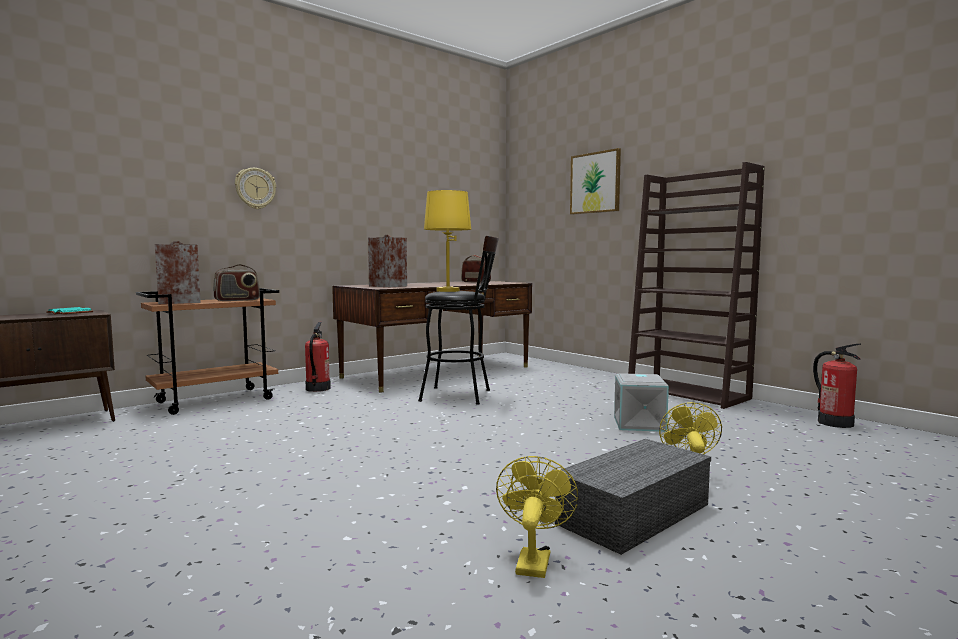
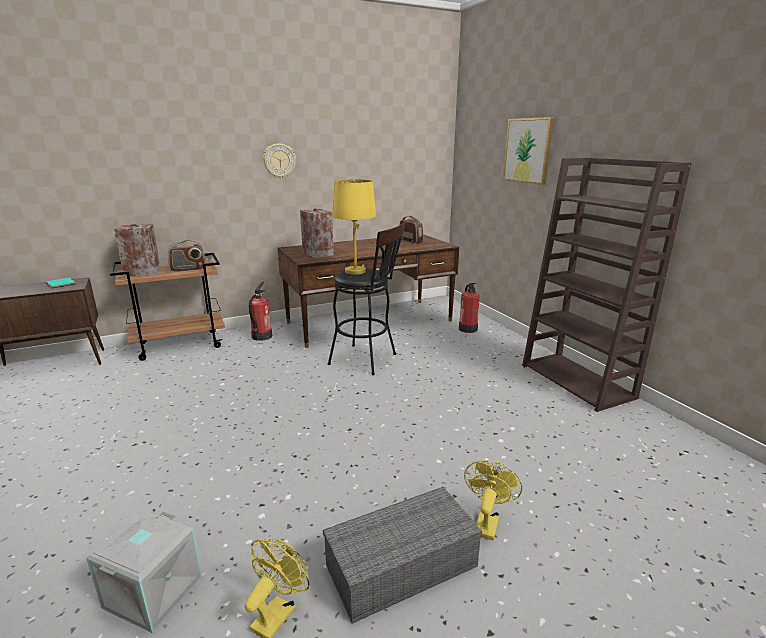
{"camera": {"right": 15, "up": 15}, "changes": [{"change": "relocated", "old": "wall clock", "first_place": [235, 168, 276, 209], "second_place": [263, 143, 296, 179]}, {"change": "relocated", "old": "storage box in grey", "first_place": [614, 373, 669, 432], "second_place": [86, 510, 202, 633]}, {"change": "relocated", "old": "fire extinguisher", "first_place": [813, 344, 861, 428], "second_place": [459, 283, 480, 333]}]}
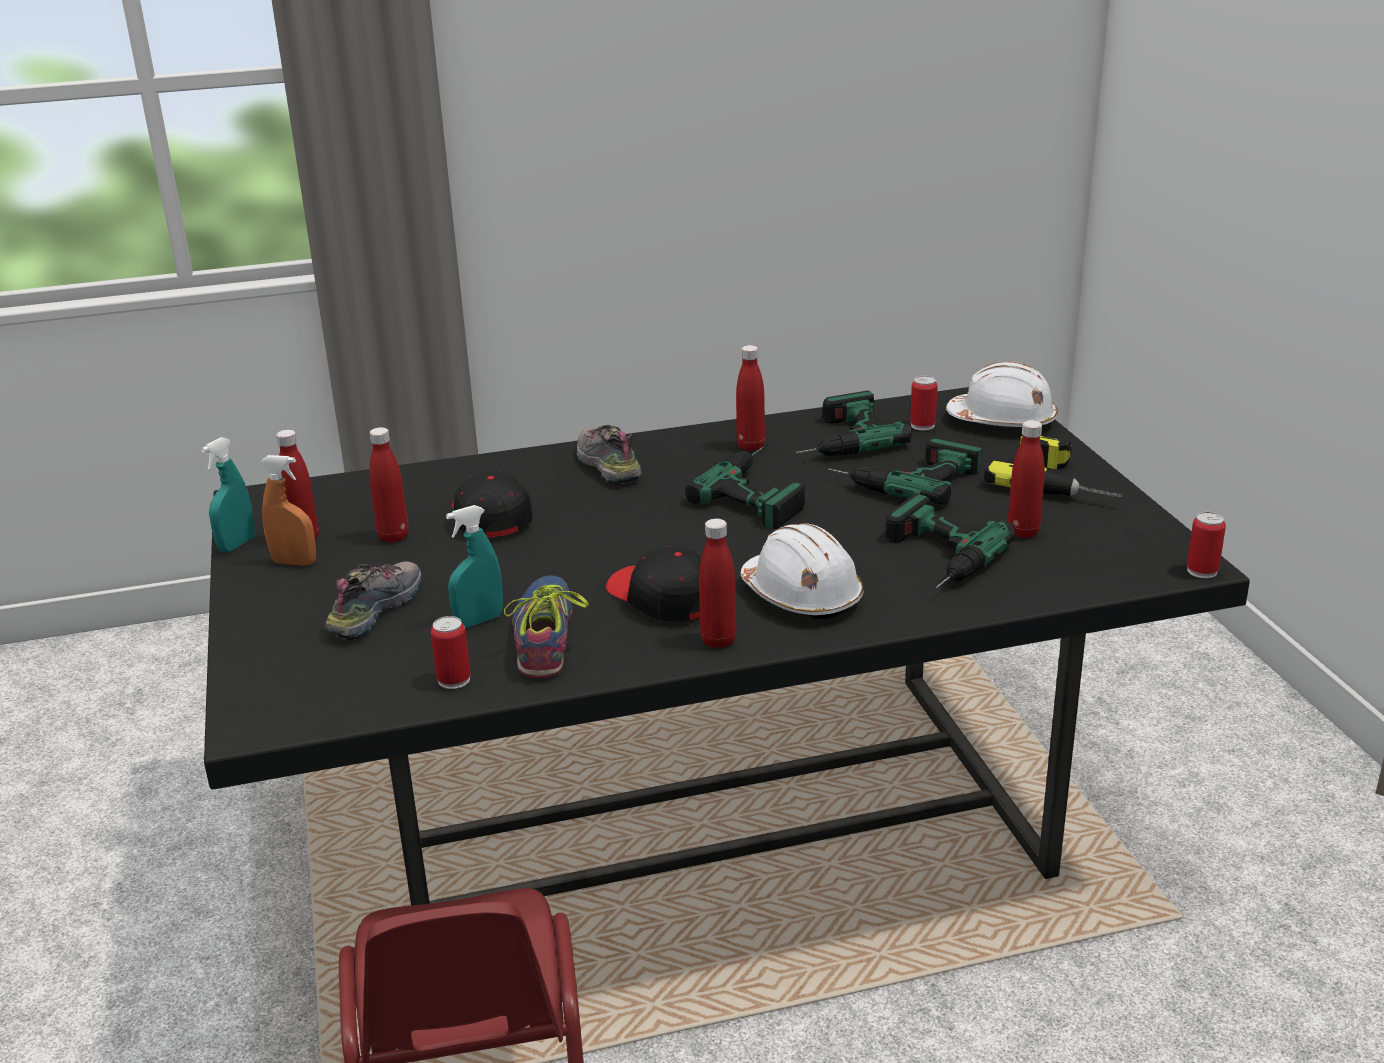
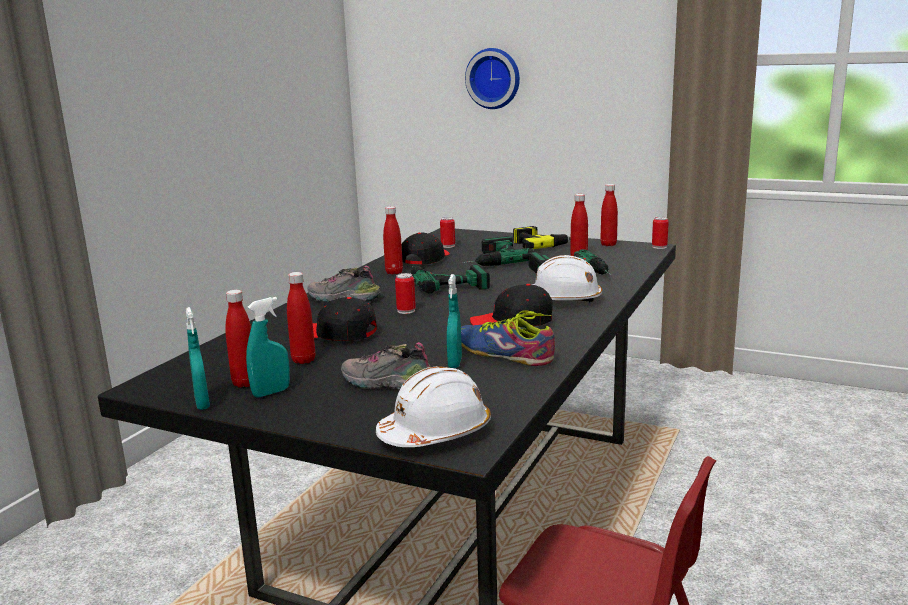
{"camera": {"right": -50, "up": -10}, "changes": [{"change": "appeared", "new": "wall clock", "second_place": [465, 48, 520, 109]}, {"change": "relocated", "old": "can", "first_place": [431, 616, 471, 689], "second_place": [395, 273, 416, 314]}, {"change": "relocated", "old": "bottle in red", "first_place": [699, 519, 736, 648], "second_place": [600, 184, 618, 246]}, {"change": "relocated", "old": "hard hat in white", "first_place": [946, 361, 1058, 428], "second_place": [376, 366, 491, 447]}, {"change": "exchanged", "old": "power drill", "new": "cap in black", "first_place": [796, 390, 912, 456], "second_place": [401, 233, 450, 264]}, {"change": "colour", "old": "spray bottle in orange", "new": "spray bottle in turquoise", "first_place": [260, 455, 316, 566], "second_place": [246, 297, 290, 398]}, {"change": "spun", "old": "shoe", "first_place": [325, 561, 421, 641], "second_place": [341, 342, 431, 390], "degrees": -45}]}
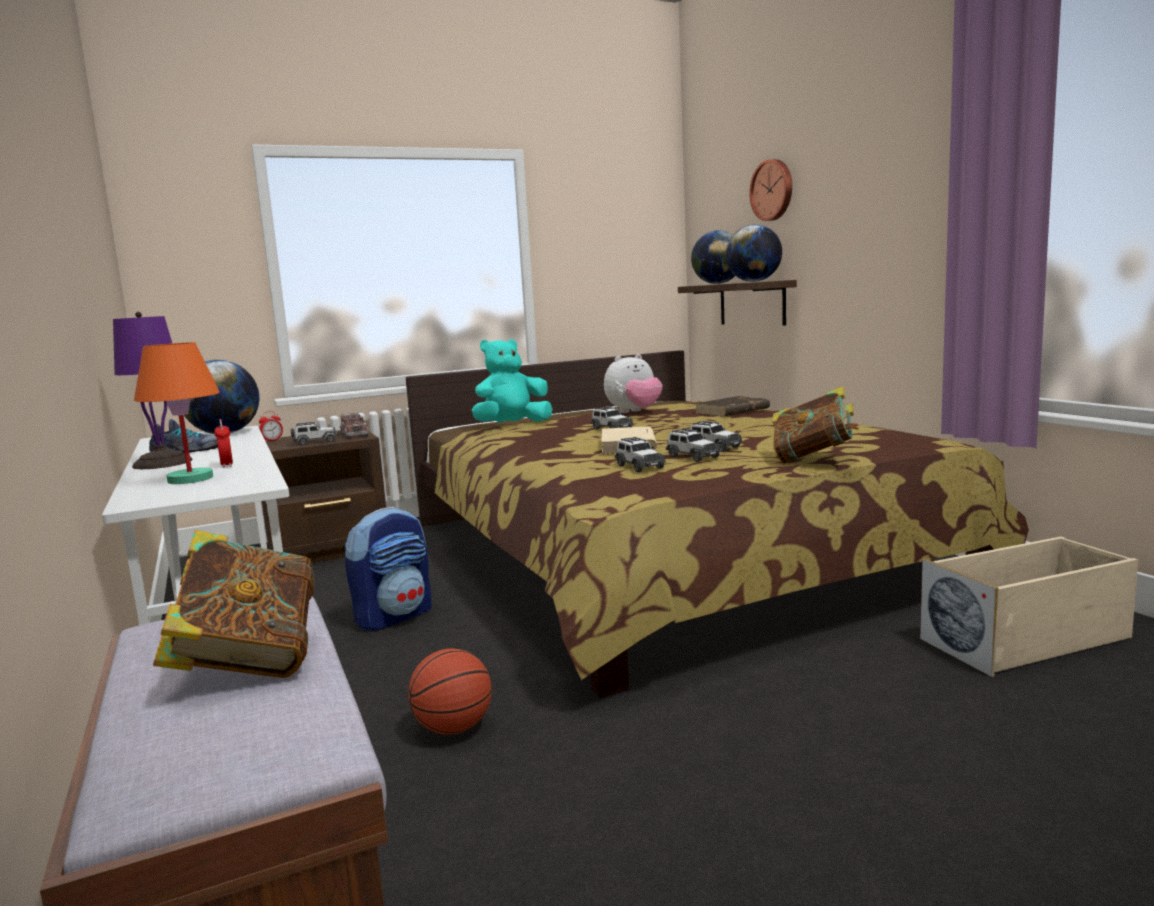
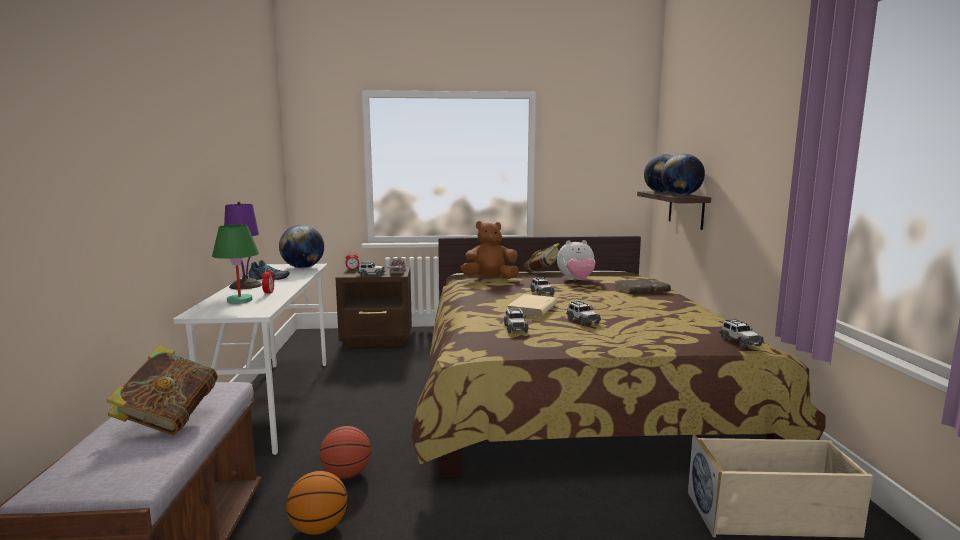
{"camera": {"right": 20, "up": 0}, "changes": [{"change": "missing", "old": "backpack", "first_place": [345, 507, 432, 631]}, {"change": "missing", "old": "wall clock", "first_place": [749, 159, 792, 221]}, {"change": "appeared", "new": "basketball", "second_place": [286, 471, 348, 535]}, {"change": "relocated", "old": "toy car", "first_place": [666, 428, 722, 462], "second_place": [719, 319, 764, 348]}, {"change": "relocated", "old": "book", "first_place": [772, 386, 859, 464], "second_place": [524, 243, 560, 273]}, {"change": "colour", "old": "table lamp in orange", "new": "table lamp in green", "first_place": [134, 342, 220, 484], "second_place": [212, 225, 259, 304]}, {"change": "colour", "old": "plush toy in turquoise", "new": "plush toy in brown", "first_place": [472, 339, 552, 423], "second_place": [461, 221, 519, 279]}]}
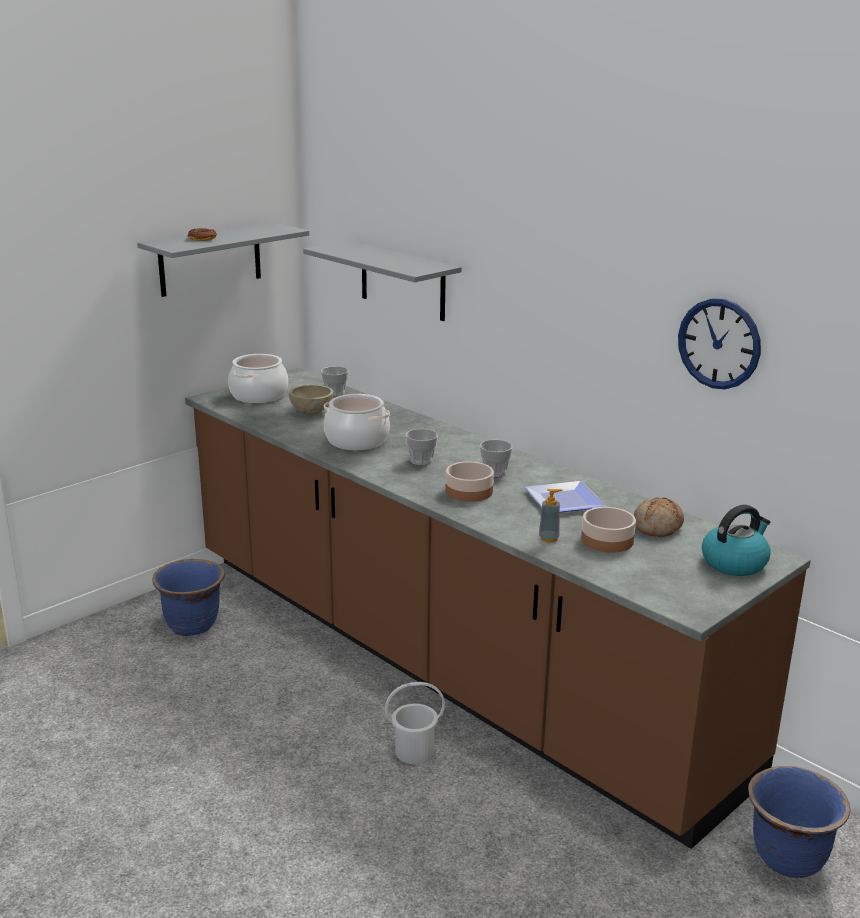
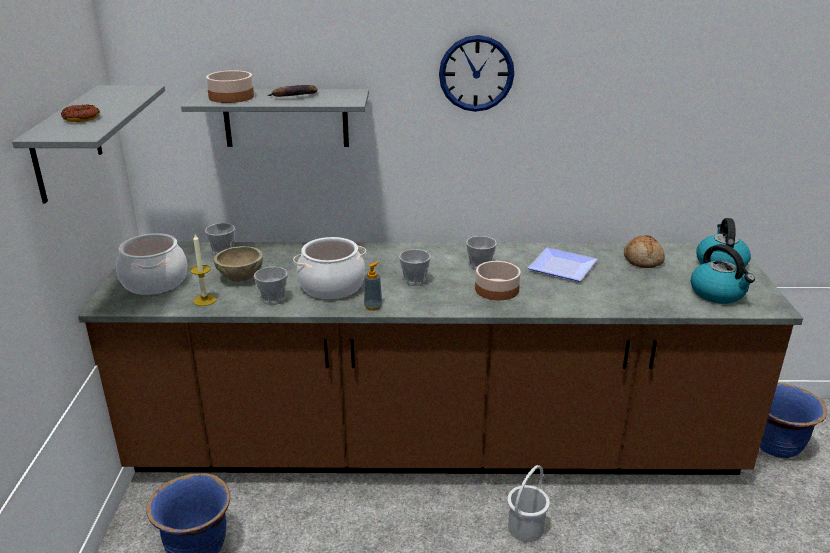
{"camera": {"right": -45, "up": 5}, "changes": [{"change": "appeared", "new": "candle", "second_place": [190, 234, 217, 306]}, {"change": "appeared", "new": "cup", "second_place": [254, 267, 287, 305]}, {"change": "appeared", "new": "banana", "second_place": [268, 85, 318, 97]}, {"change": "appeared", "new": "kettle", "second_place": [691, 244, 755, 304]}, {"change": "relocated", "old": "soap dispenser", "first_place": [539, 489, 563, 542], "second_place": [364, 261, 382, 311]}, {"change": "relocated", "old": "bowl", "first_place": [581, 507, 636, 553], "second_place": [206, 70, 254, 103]}, {"change": "relocated", "old": "wall clock", "first_place": [678, 298, 761, 390], "second_place": [439, 35, 514, 112]}]}
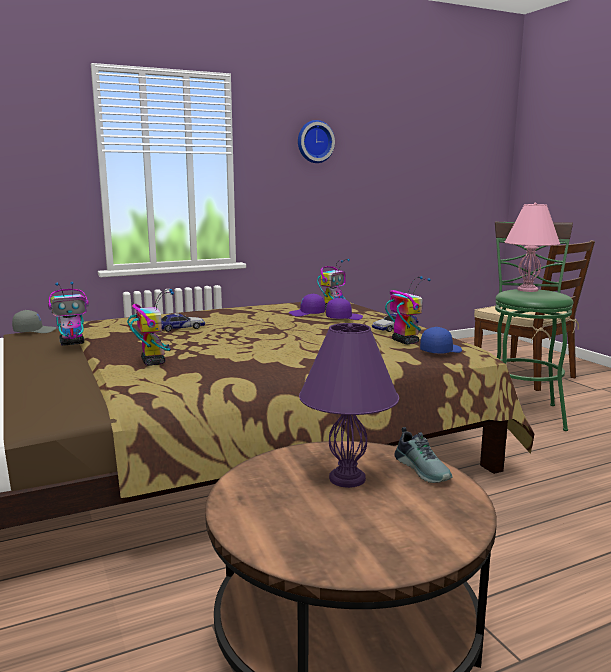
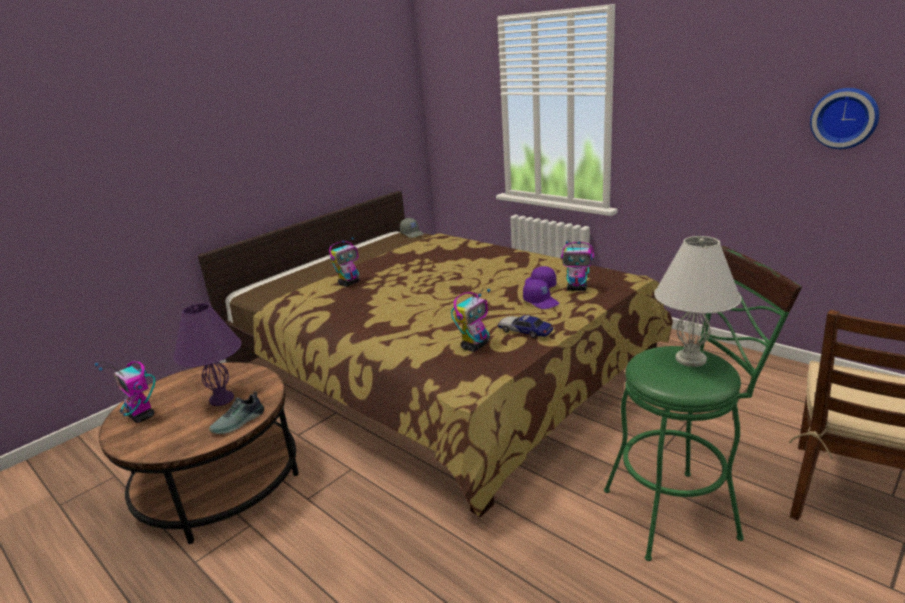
{"camera": {"right": 70, "up": 10}, "changes": [{"change": "missing", "old": "toy car", "first_place": [161, 313, 205, 332]}, {"change": "missing", "old": "cap in blue", "first_place": [420, 327, 462, 353]}, {"change": "relocated", "old": "toy robot", "first_place": [48, 282, 89, 346], "second_place": [95, 361, 155, 423]}, {"change": "relocated", "old": "wall clock", "first_place": [298, 120, 335, 163], "second_place": [810, 88, 879, 149]}, {"change": "colour", "old": "table lamp in pink", "new": "table lamp in white", "first_place": [504, 203, 560, 292], "second_place": [654, 236, 741, 367]}]}
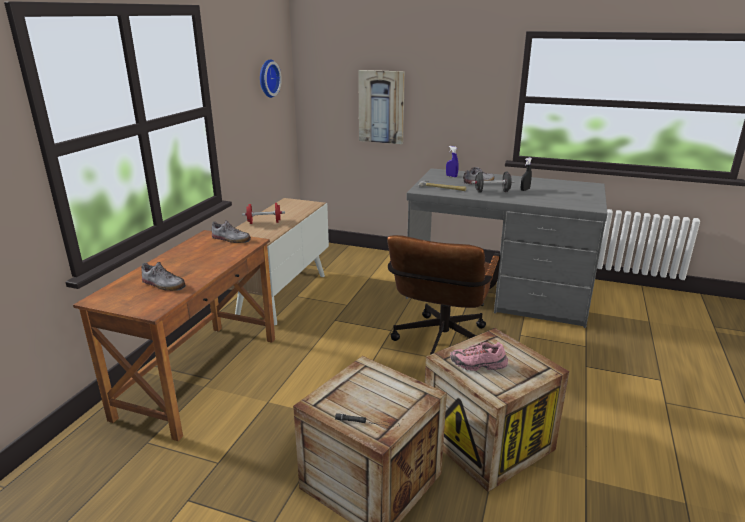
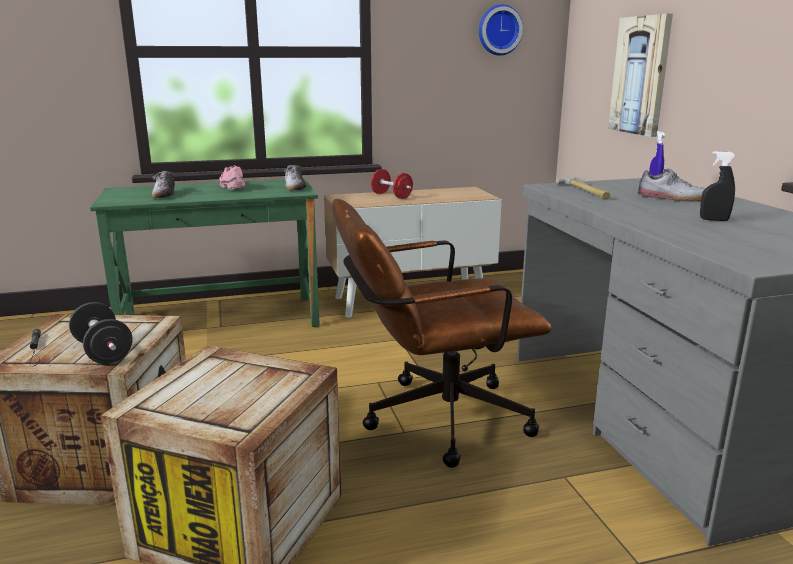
{"camera": {"right": 55, "up": -5}, "changes": [{"change": "relocated", "old": "shoe in pink", "first_place": [450, 342, 508, 371], "second_place": [219, 165, 245, 190]}, {"change": "relocated", "old": "dumbbell in black", "first_place": [471, 172, 515, 192], "second_place": [69, 302, 133, 364]}, {"change": "colour", "old": "desk in brown", "new": "desk in green", "first_place": [73, 230, 275, 441], "second_place": [90, 179, 320, 327]}]}
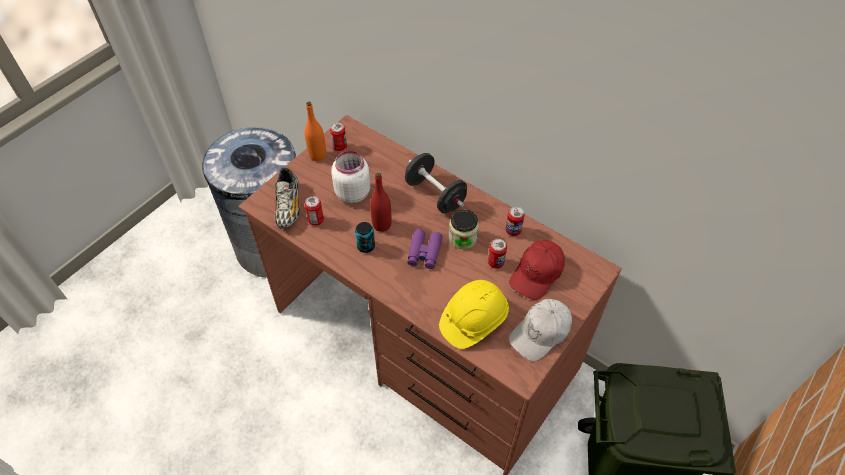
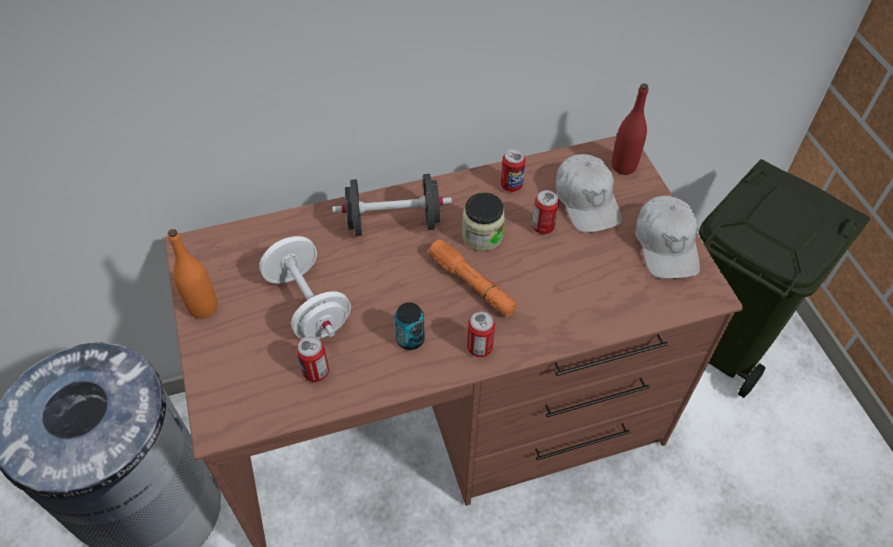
{"camera": {"right": -55, "up": 0}, "changes": [{"change": "missing", "old": "shoe", "first_place": [275, 167, 300, 228]}, {"change": "missing", "old": "hard hat in yellow", "first_place": [439, 280, 509, 349]}, {"change": "relocated", "old": "can", "first_place": [330, 123, 347, 151], "second_place": [467, 311, 495, 357]}, {"change": "relocated", "old": "bottle in red", "first_place": [370, 173, 392, 232], "second_place": [612, 83, 649, 175]}, {"change": "exchanged", "old": "jar in white", "new": "dumbbell in white", "first_place": [331, 151, 370, 203], "second_place": [259, 236, 351, 339]}, {"change": "exchanged", "old": "binoculars in purple", "new": "flashlight in orange", "first_place": [407, 229, 443, 269], "second_place": [429, 239, 517, 317]}, {"change": "colour", "old": "cap in red", "new": "cap in white", "first_place": [509, 241, 565, 300], "second_place": [556, 154, 622, 233]}]}
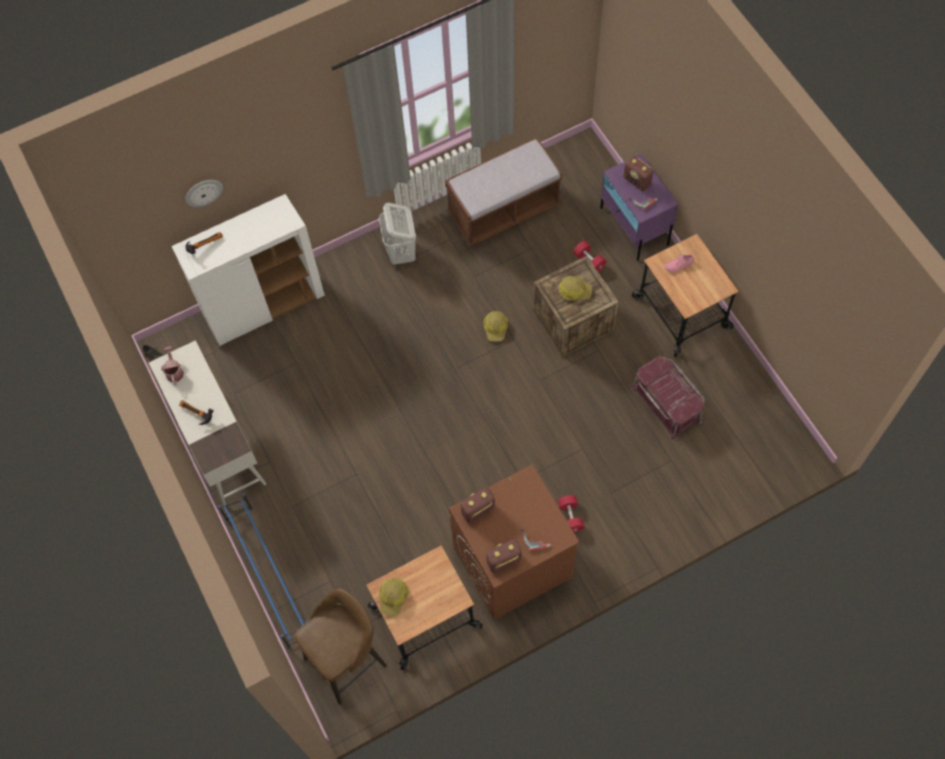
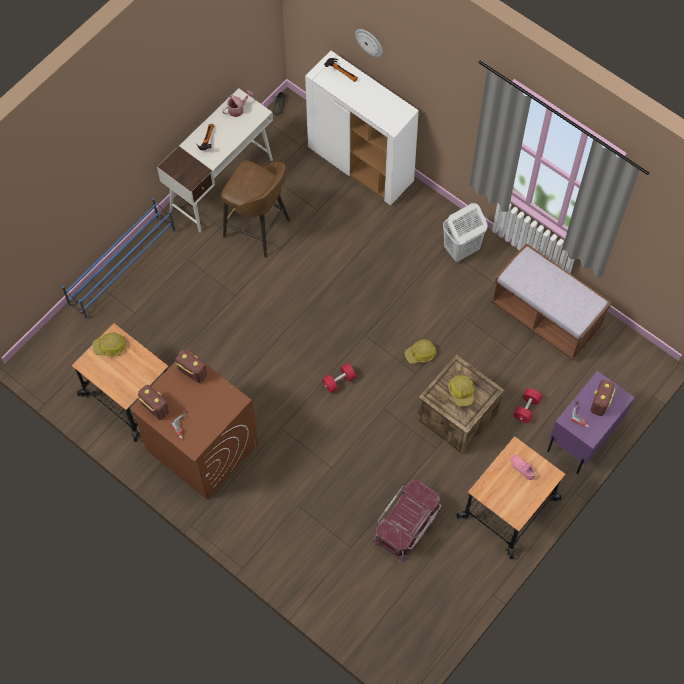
{"camera": {"right": 65, "up": 0}, "changes": [{"change": "relocated", "old": "stool in brown", "first_place": [295, 588, 387, 705], "second_place": [221, 160, 291, 258]}, {"change": "relocated", "old": "dumbbell in red", "first_place": [558, 495, 584, 532], "second_place": [322, 363, 356, 393]}]}
